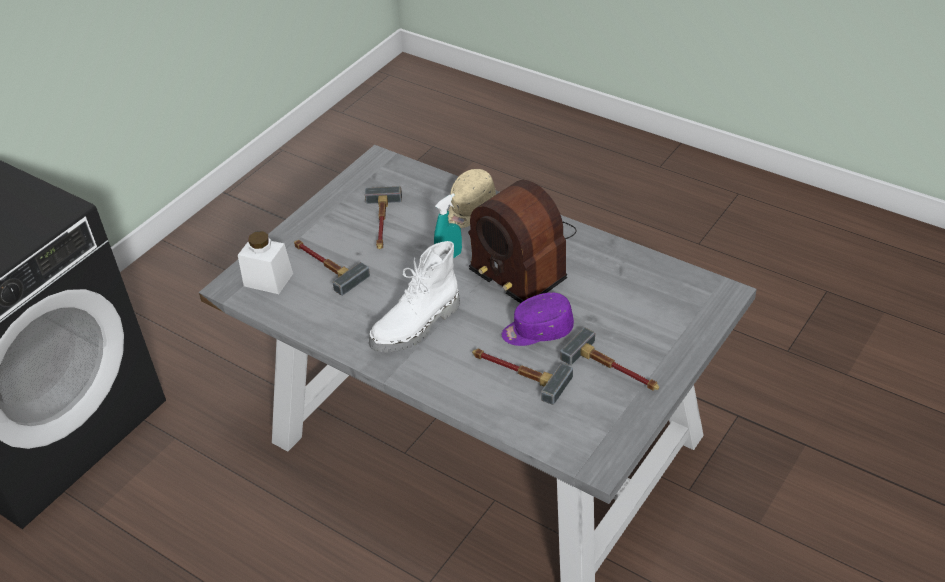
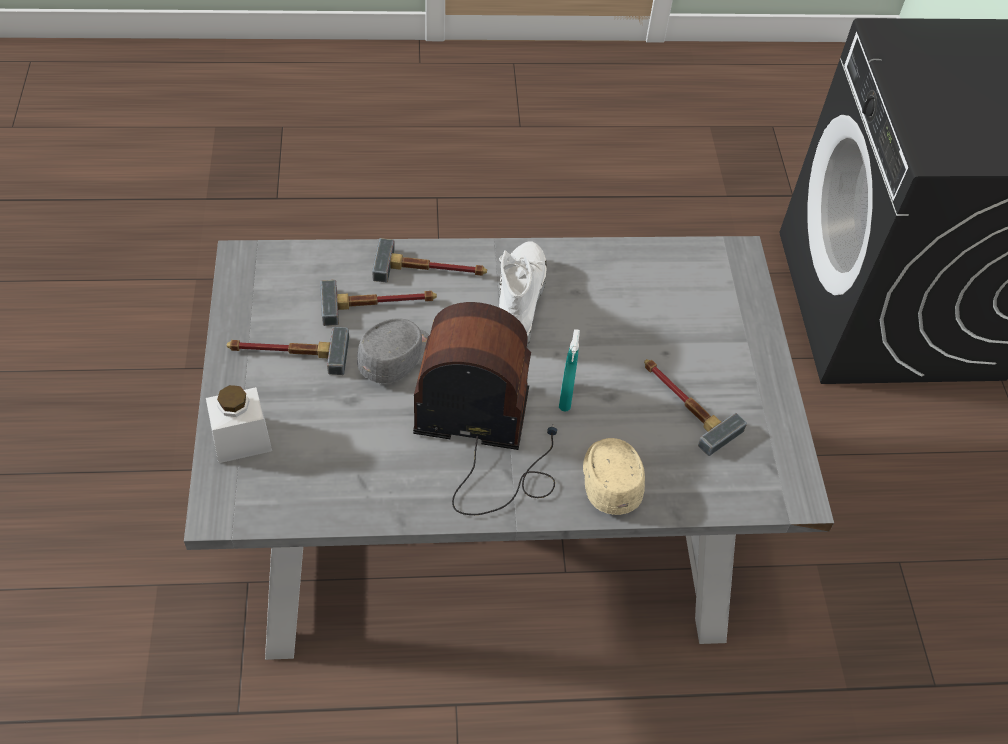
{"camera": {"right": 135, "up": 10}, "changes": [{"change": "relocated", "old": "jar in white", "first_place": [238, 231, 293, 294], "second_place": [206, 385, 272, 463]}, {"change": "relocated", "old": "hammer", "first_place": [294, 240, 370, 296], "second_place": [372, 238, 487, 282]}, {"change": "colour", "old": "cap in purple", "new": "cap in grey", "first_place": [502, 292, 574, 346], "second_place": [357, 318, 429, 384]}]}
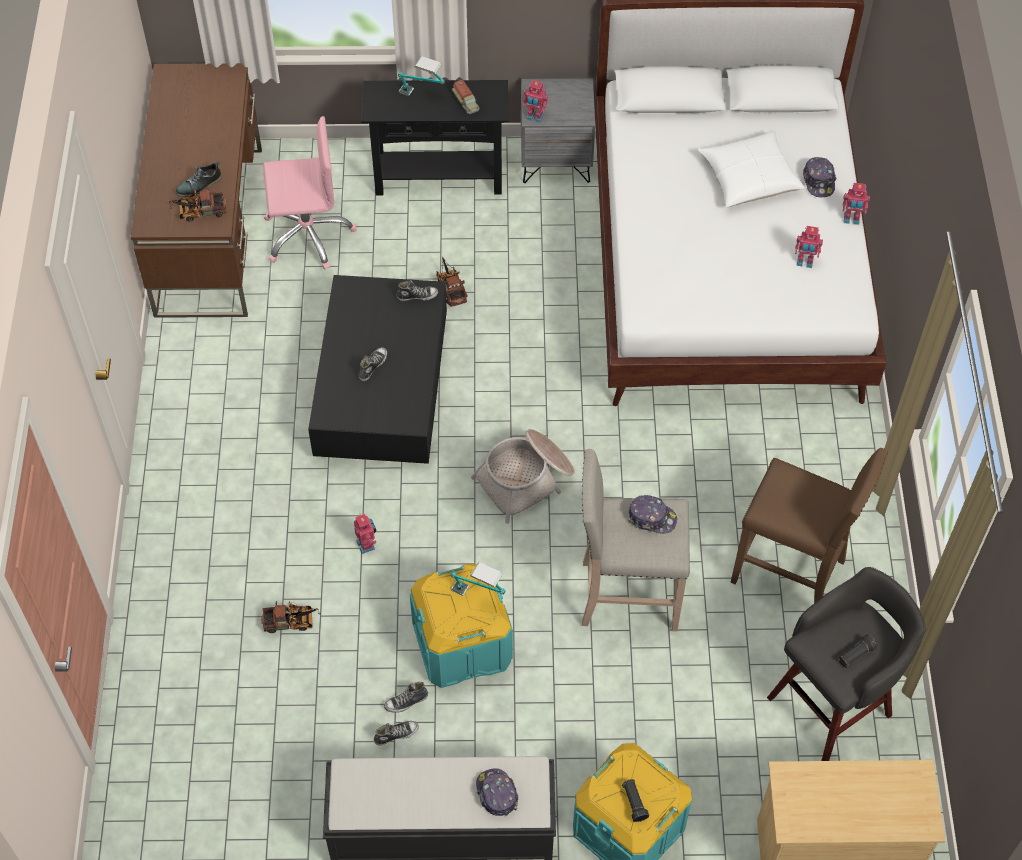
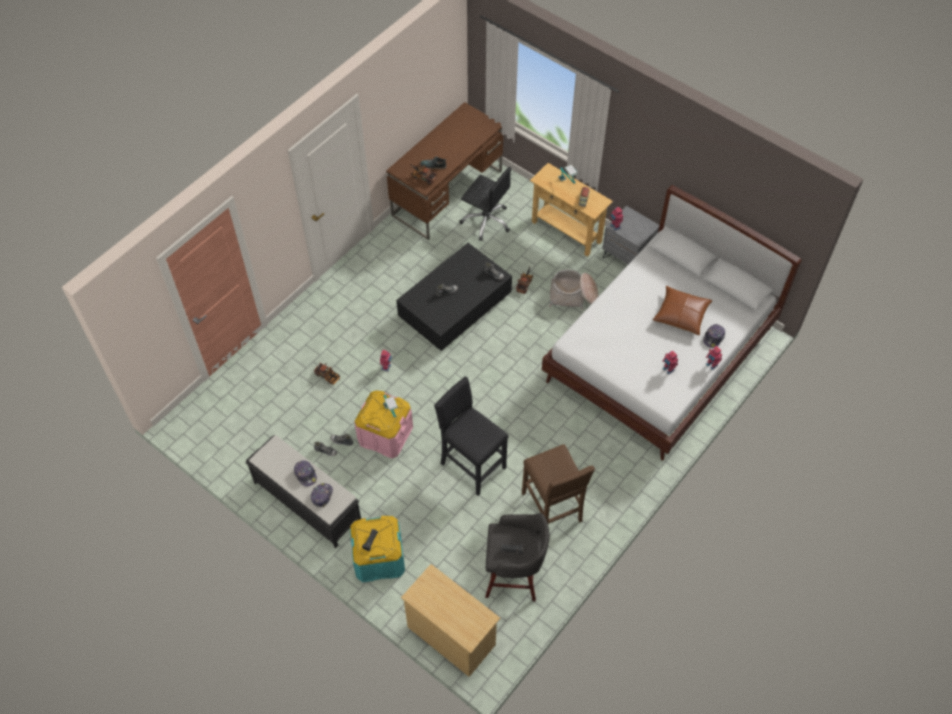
{"camera": {"right": 40, "up": 0}, "changes": [{"change": "relocated", "old": "basket", "first_place": [471, 429, 574, 524], "second_place": [549, 270, 598, 310]}, {"change": "relocated", "old": "cap", "first_place": [628, 495, 677, 534], "second_place": [294, 460, 317, 486]}, {"change": "colour", "old": "office chair in pink", "new": "office chair in black", "first_place": [263, 116, 357, 270], "second_place": [460, 167, 511, 241]}, {"change": "colour", "old": "console table in black", "new": "console table in beige", "first_place": [361, 80, 509, 195], "second_place": [530, 163, 613, 257]}, {"change": "colour", "old": "storage box in turquoise", "new": "storage box in pink", "first_place": [410, 564, 513, 688], "second_place": [354, 391, 413, 458]}, {"change": "colour", "old": "stool in beige", "new": "stool in black", "first_place": [582, 449, 690, 631], "second_place": [434, 377, 509, 496]}, {"change": "colour", "old": "pillow in white", "new": "pillow in brown", "first_place": [698, 131, 804, 207], "second_place": [653, 286, 712, 335]}]}
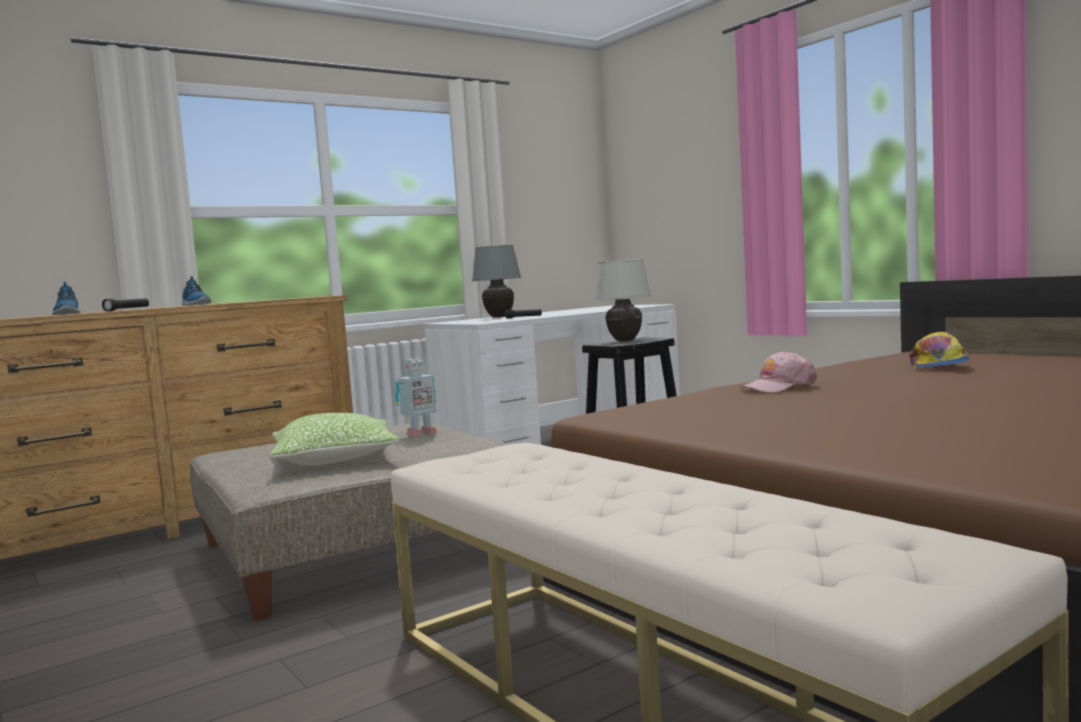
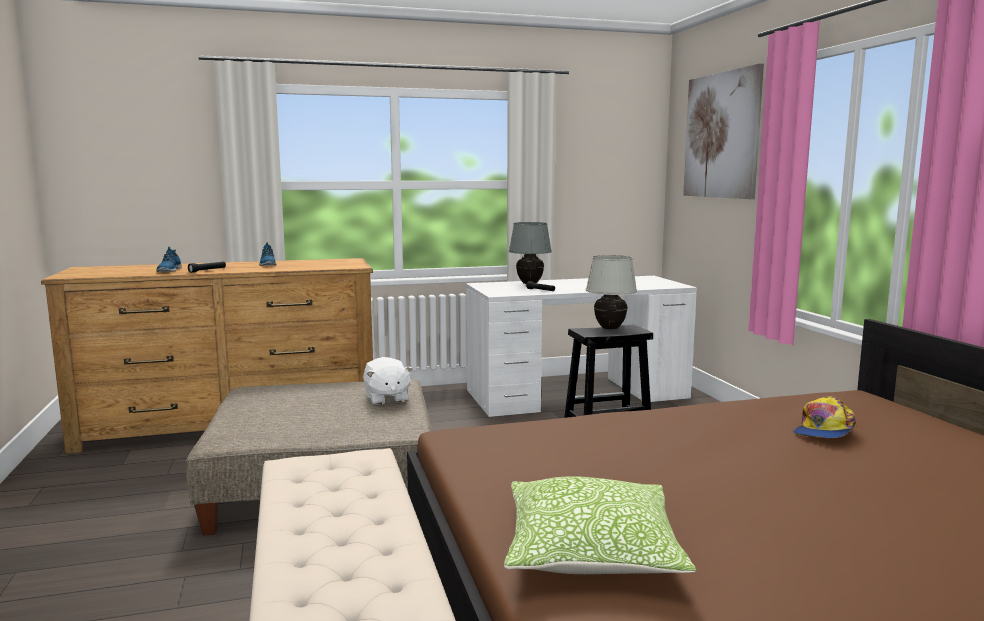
{"camera": {"right": 20, "up": 5}, "changes": [{"change": "missing", "old": "cap in pink", "first_place": [740, 351, 817, 393]}, {"change": "appeared", "new": "picture", "second_place": [683, 63, 764, 199]}, {"change": "relocated", "old": "pillow", "first_place": [269, 413, 400, 465], "second_place": [504, 476, 696, 574]}, {"change": "exchanged", "old": "toy robot", "new": "plush toy in white", "first_place": [395, 358, 437, 437], "second_place": [363, 357, 413, 405]}]}
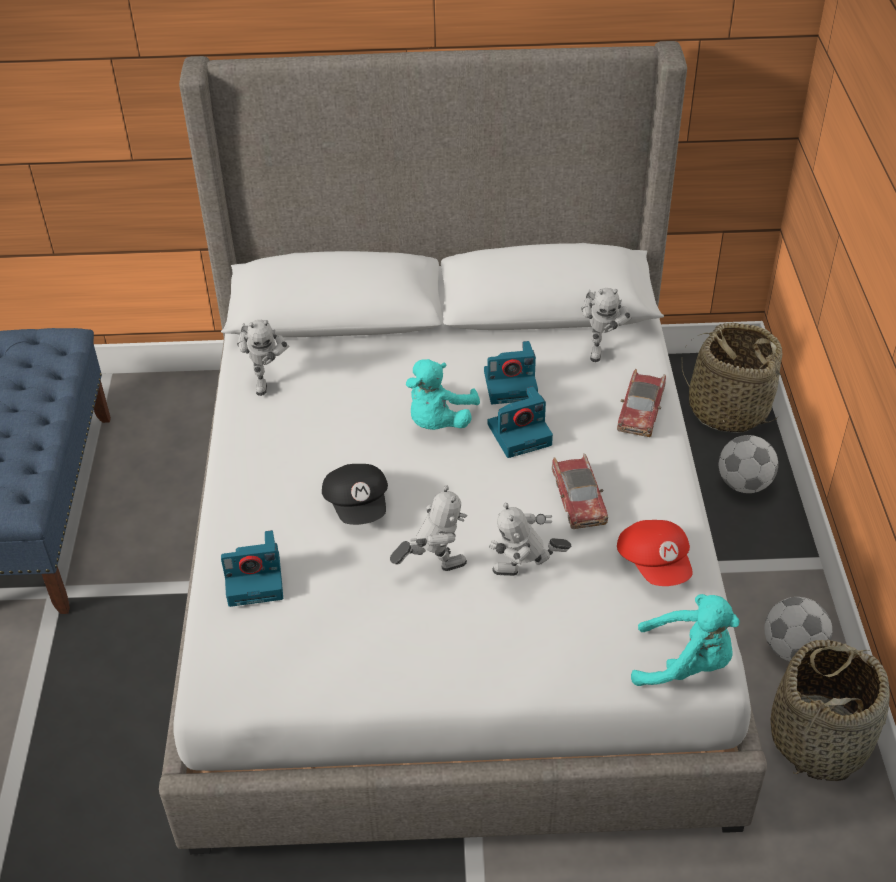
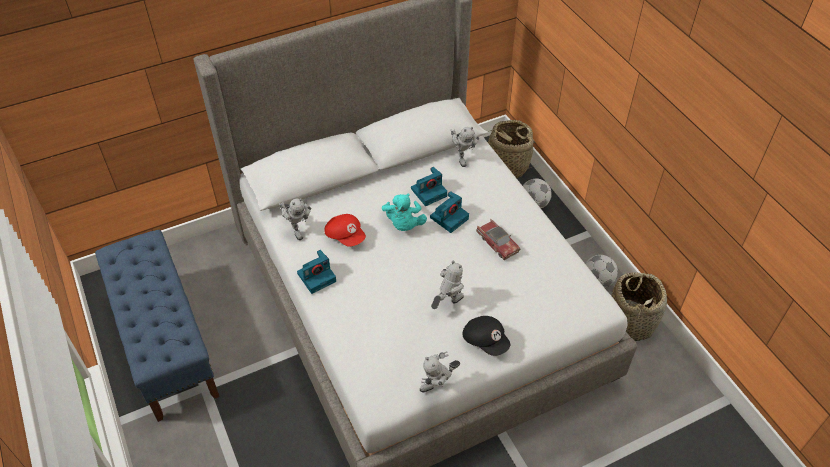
{"camera": {"right": -25, "up": 5}, "changes": [{"change": "missing", "old": "toy car", "first_place": [617, 369, 666, 437]}, {"change": "missing", "old": "plush toy in turquoise", "first_place": [631, 594, 740, 686]}, {"change": "relocated", "old": "photo camera", "first_place": [221, 530, 283, 607], "second_place": [297, 250, 336, 294]}, {"change": "relocated", "old": "cap in black", "first_place": [322, 464, 388, 525], "second_place": [463, 316, 510, 356]}, {"change": "relocated", "old": "toy robot", "first_place": [489, 503, 571, 576], "second_place": [420, 351, 460, 392]}, {"change": "relocated", "old": "cap in red", "first_place": [617, 520, 693, 586], "second_place": [325, 214, 366, 247]}]}
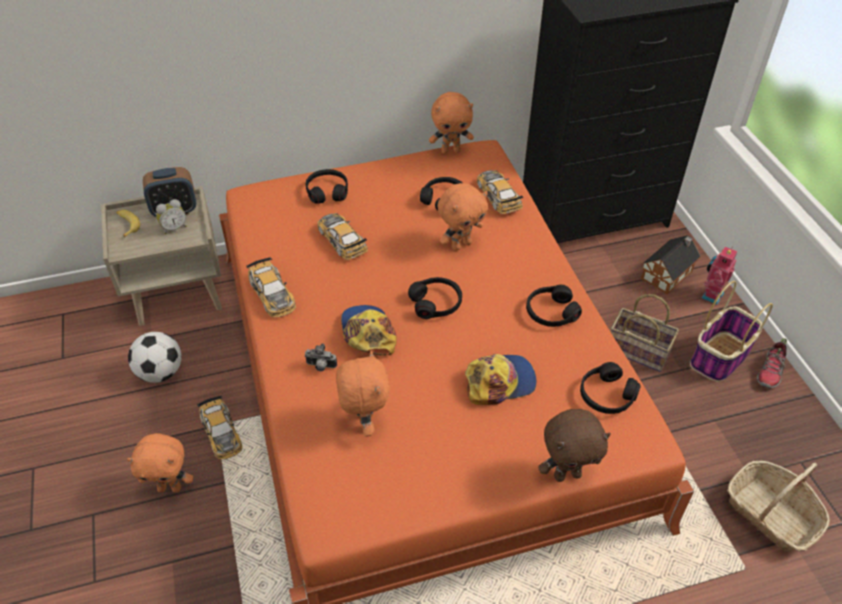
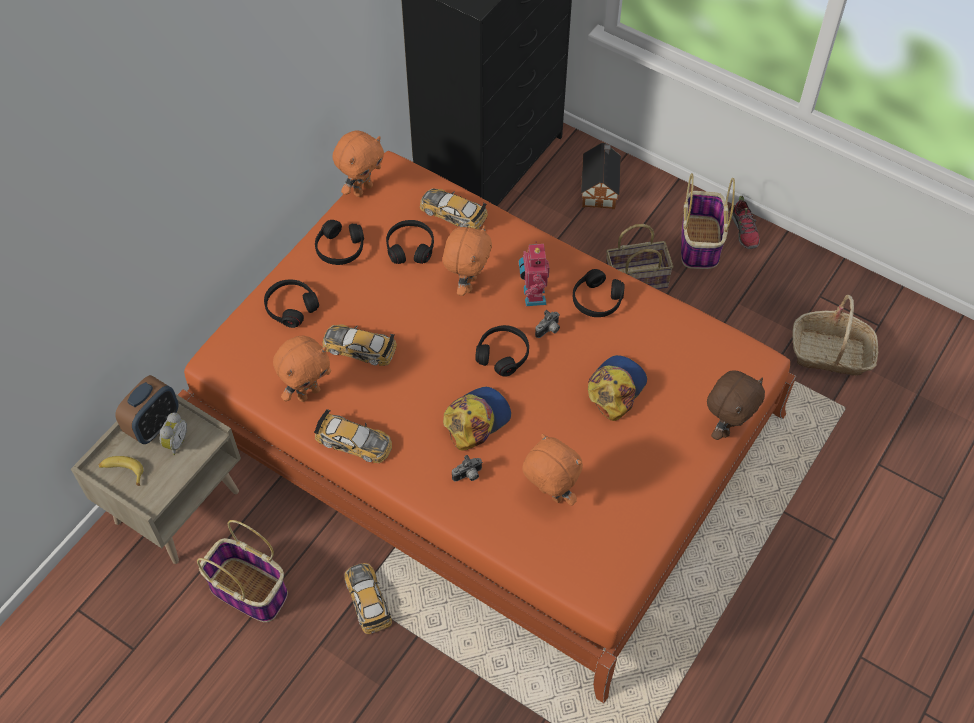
{"camera": {"right": -40, "up": 10}, "changes": [{"change": "appeared", "new": "photo camera", "second_place": [535, 310, 560, 338]}, {"change": "relocated", "old": "plush toy in orange", "first_place": [127, 433, 193, 493], "second_place": [273, 335, 331, 402]}, {"change": "relocated", "old": "headphones in black", "first_place": [580, 362, 641, 414], "second_place": [315, 220, 364, 265]}, {"change": "relocated", "old": "toy robot", "first_place": [701, 246, 737, 305], "second_place": [519, 241, 549, 306]}, {"change": "exchanged", "old": "football", "new": "basket", "first_place": [128, 332, 182, 383], "second_place": [197, 520, 288, 622]}, {"change": "spun", "old": "toy car", "first_place": [197, 395, 242, 459], "second_place": [344, 563, 392, 634], "degrees": -135}, {"change": "spun", "old": "cap", "first_place": [341, 305, 396, 356], "second_place": [443, 387, 511, 451], "degrees": 105}]}
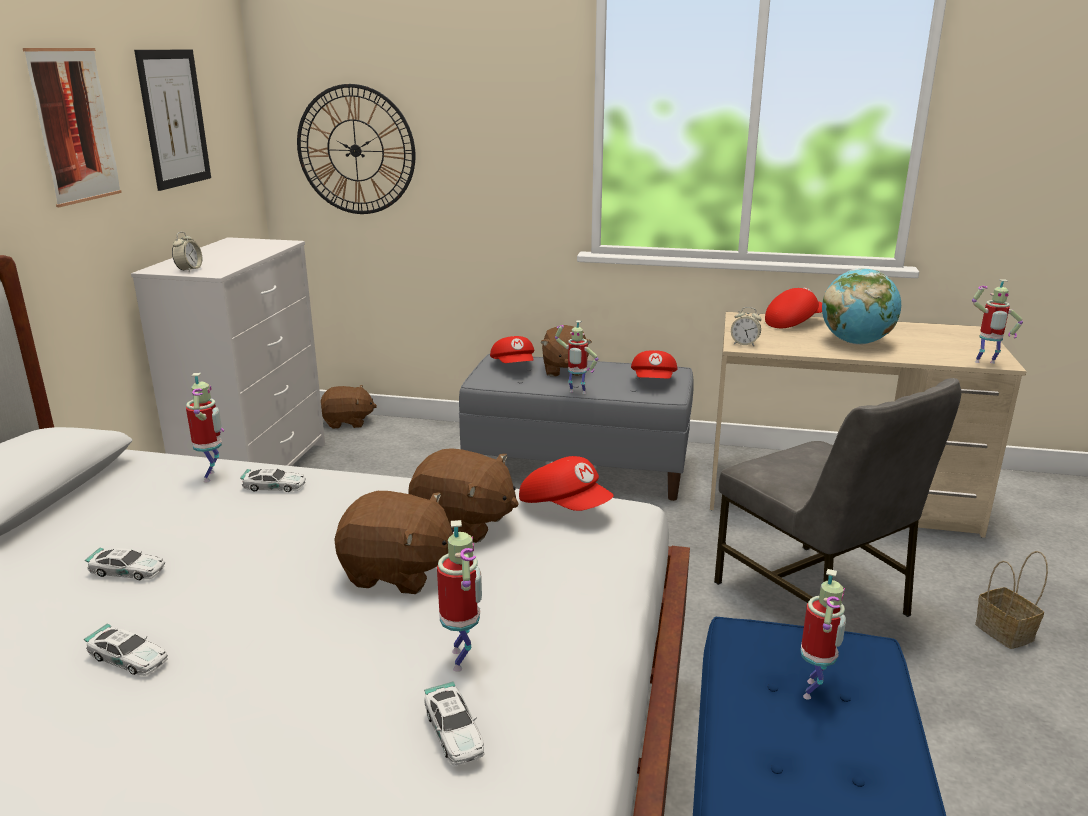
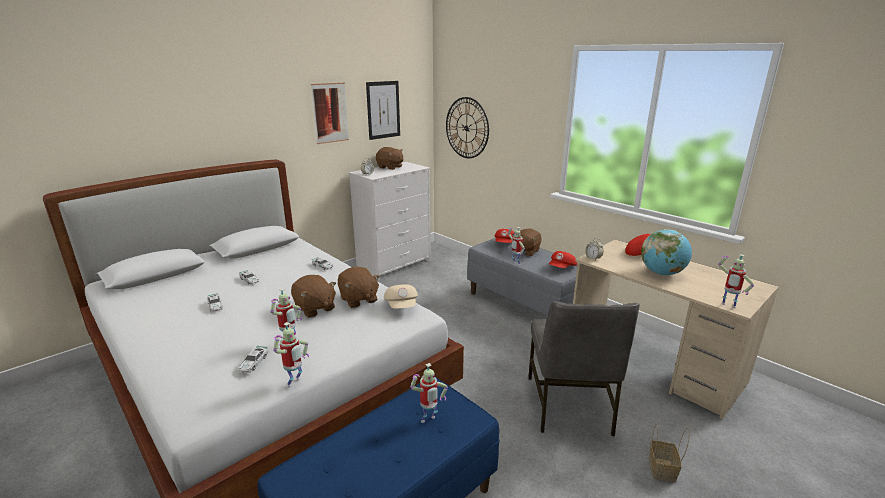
{"camera": {"right": 35, "up": 0}, "changes": [{"change": "relocated", "old": "toy robot", "first_place": [186, 373, 225, 483], "second_place": [273, 322, 309, 388]}, {"change": "relocated", "old": "plush toy in brown", "first_place": [321, 385, 377, 429], "second_place": [376, 147, 403, 170]}, {"change": "colour", "old": "cap in red", "new": "cap in beige", "first_place": [519, 456, 614, 511], "second_place": [384, 284, 418, 308]}]}
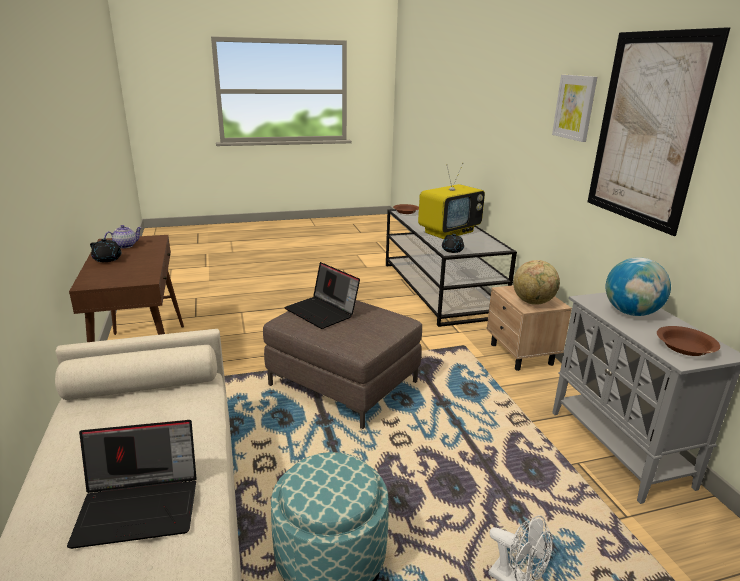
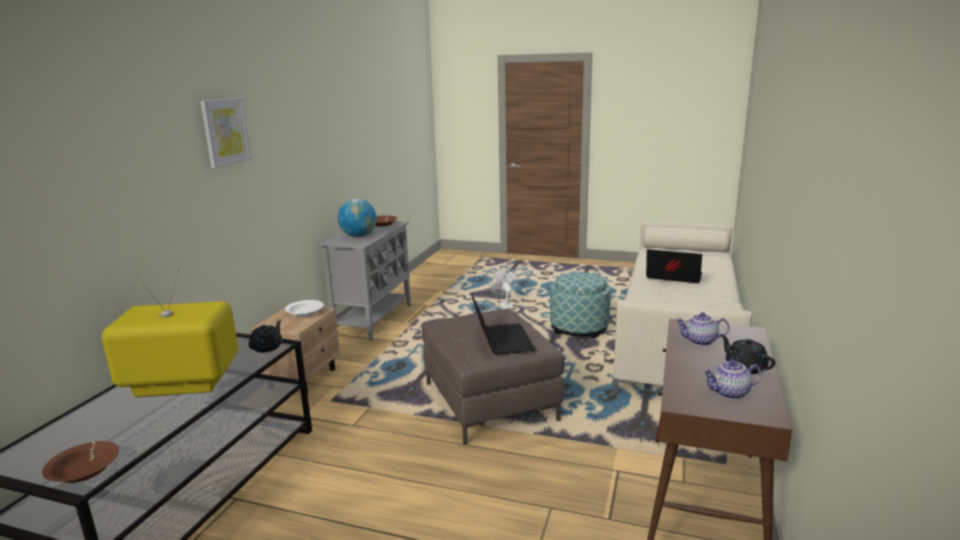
{"camera": {"right": -145, "up": -5}, "changes": [{"change": "missing", "old": "picture", "first_place": [588, 27, 730, 236]}, {"change": "appeared", "new": "teapot", "second_place": [675, 312, 729, 346]}, {"change": "exchanged", "old": "globe", "new": "bowl in white", "first_place": [513, 260, 560, 305], "second_place": [285, 300, 324, 317]}]}
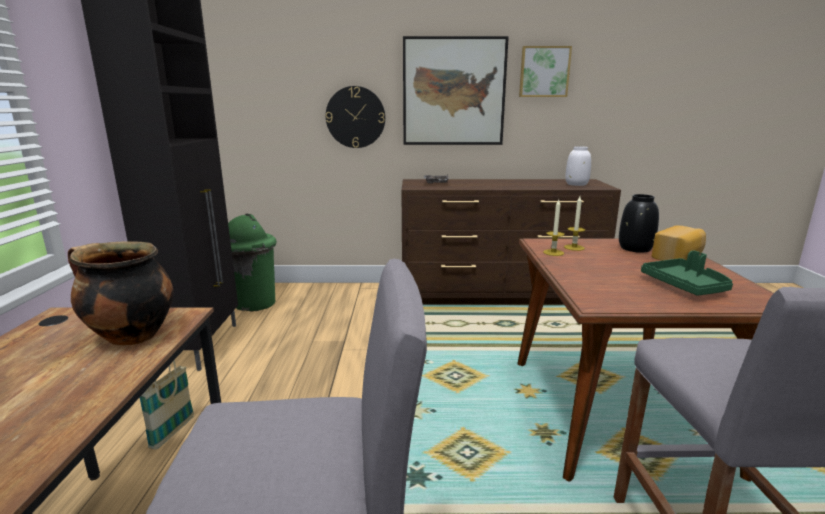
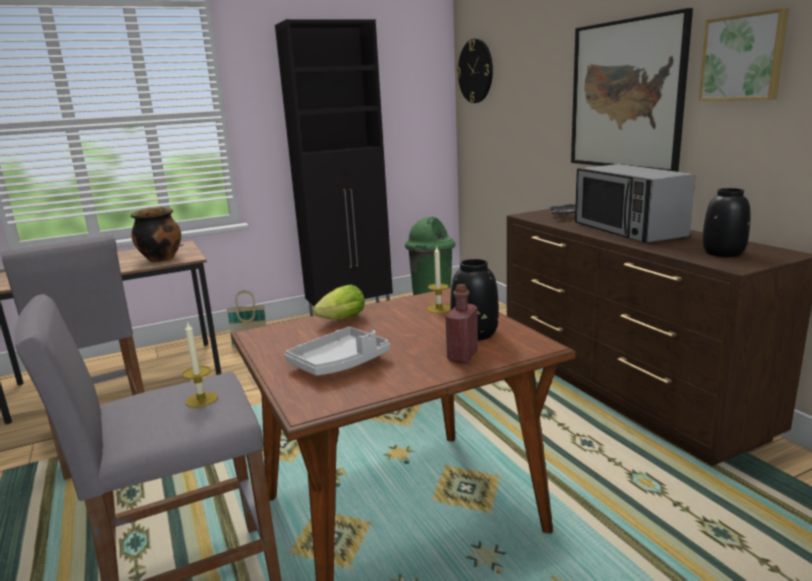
{"camera": {"right": 65, "up": 0}, "changes": [{"change": "appeared", "new": "lettuce", "second_place": [313, 285, 365, 319]}, {"change": "appeared", "new": "microwave", "second_place": [575, 164, 695, 243]}, {"change": "relocated", "old": "wall clock", "first_place": [326, 86, 385, 148], "second_place": [456, 39, 493, 103]}, {"change": "relocated", "old": "candle", "first_place": [543, 200, 565, 256], "second_place": [183, 321, 218, 408]}, {"change": "exchanged", "old": "bread", "new": "bottle in red", "first_place": [652, 225, 706, 261], "second_place": [445, 284, 478, 363]}, {"change": "colour", "old": "vase in white", "new": "vase in black", "first_place": [565, 146, 591, 186], "second_place": [702, 188, 751, 257]}, {"change": "colour", "old": "tray in green", "new": "tray in grey", "first_place": [641, 251, 733, 296], "second_place": [285, 327, 390, 376]}]}
